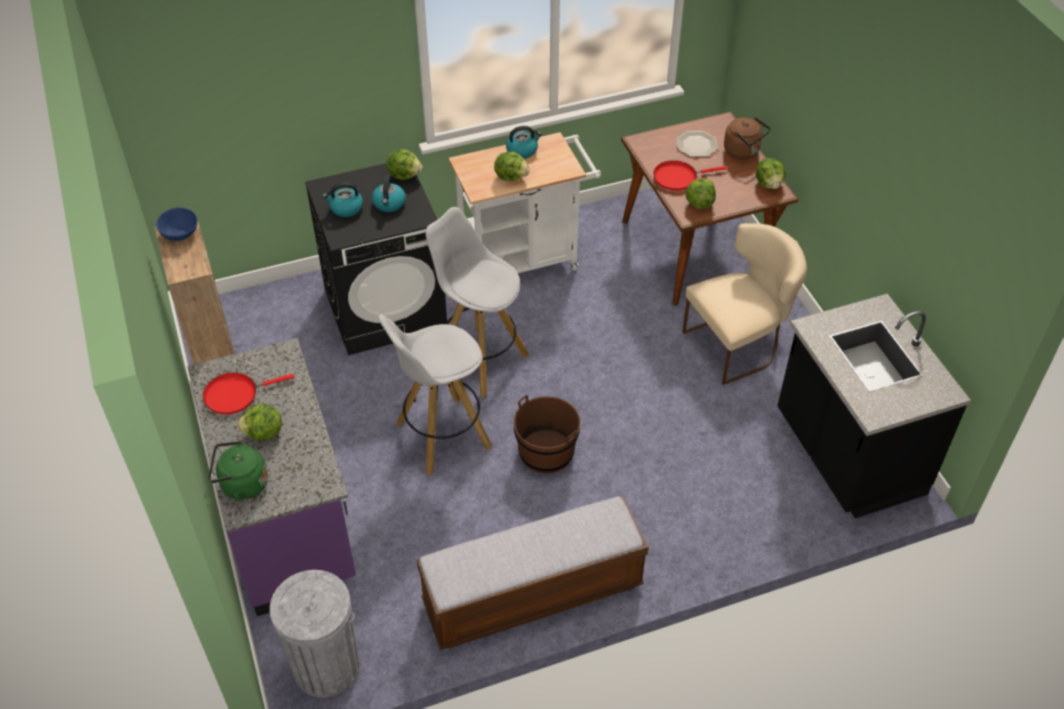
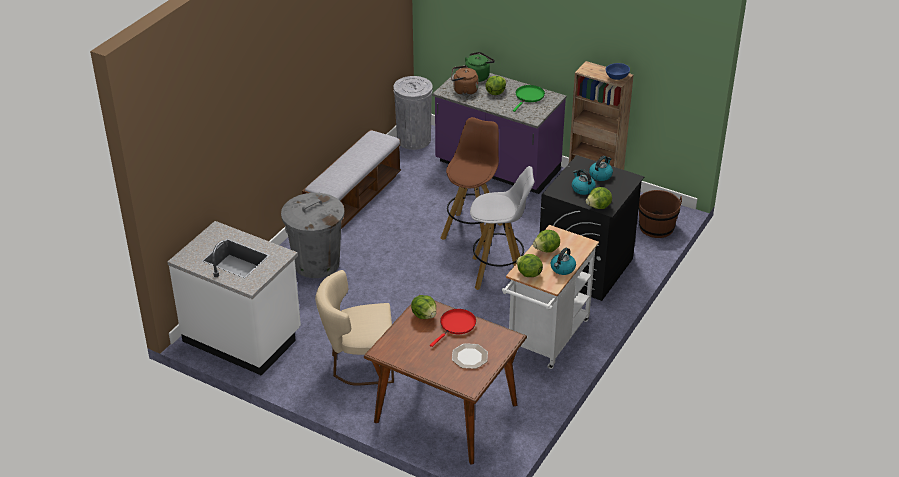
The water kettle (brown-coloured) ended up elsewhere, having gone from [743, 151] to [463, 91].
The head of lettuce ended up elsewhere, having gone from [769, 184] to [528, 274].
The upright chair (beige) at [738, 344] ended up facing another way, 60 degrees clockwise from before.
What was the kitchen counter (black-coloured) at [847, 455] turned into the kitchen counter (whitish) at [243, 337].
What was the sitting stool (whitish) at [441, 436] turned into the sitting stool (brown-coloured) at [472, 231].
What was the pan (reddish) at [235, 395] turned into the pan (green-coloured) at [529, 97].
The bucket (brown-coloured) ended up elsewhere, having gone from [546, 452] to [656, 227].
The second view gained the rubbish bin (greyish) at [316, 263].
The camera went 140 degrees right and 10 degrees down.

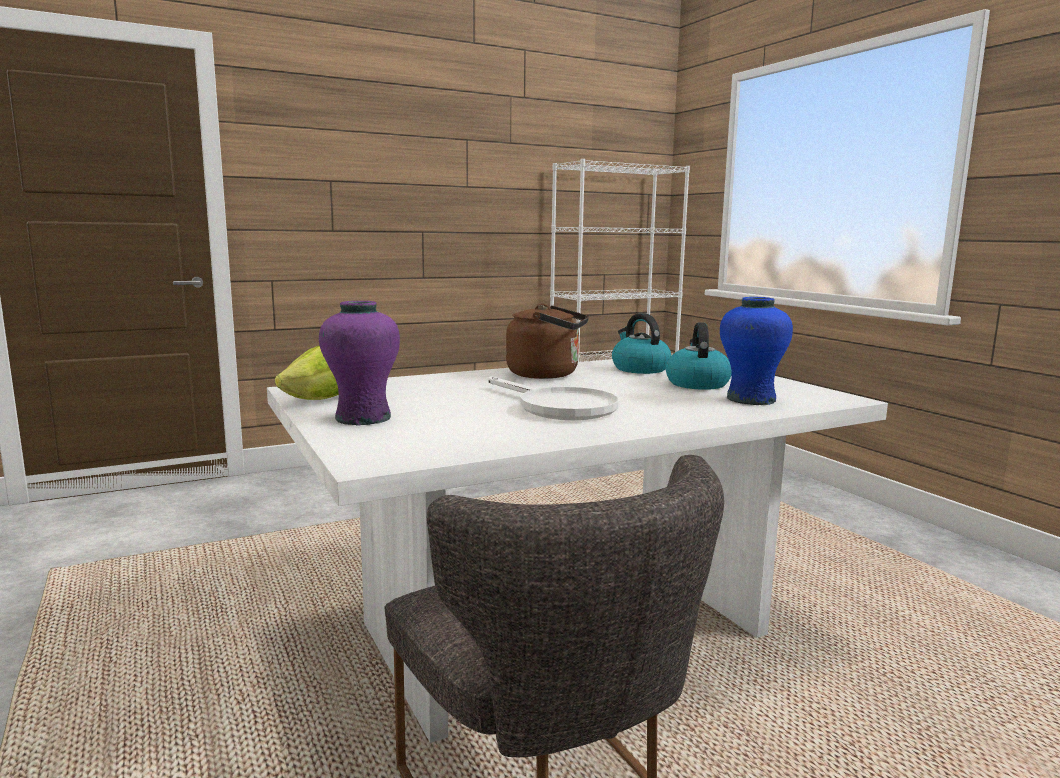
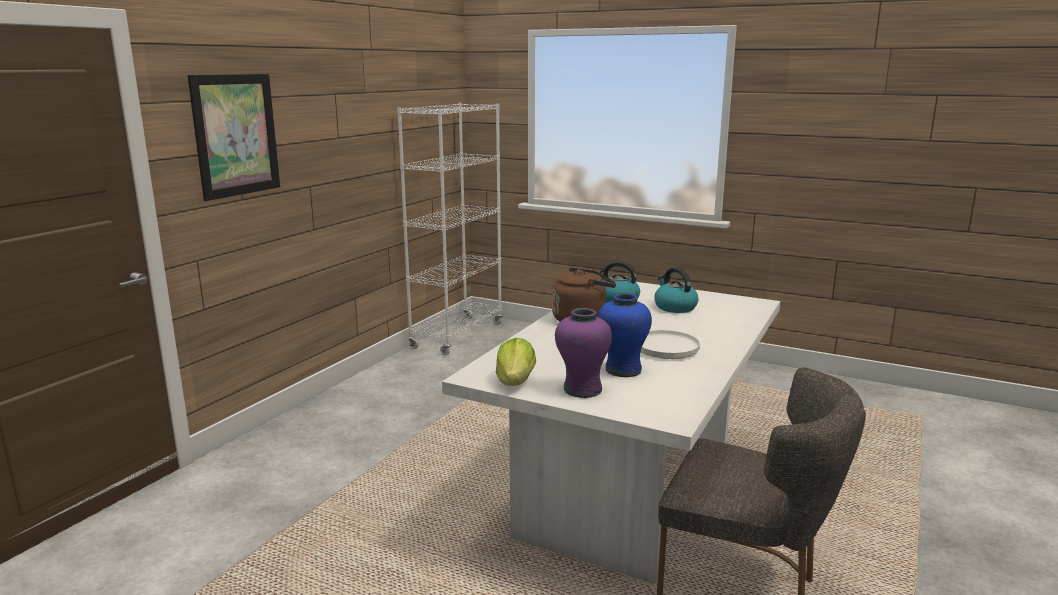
The decorative vase (bluish) ended up elsewhere, having gone from [750, 399] to [623, 370].
The second view gained the wall art at [236, 135].
The camera went 35 degrees left and 5 degrees up.

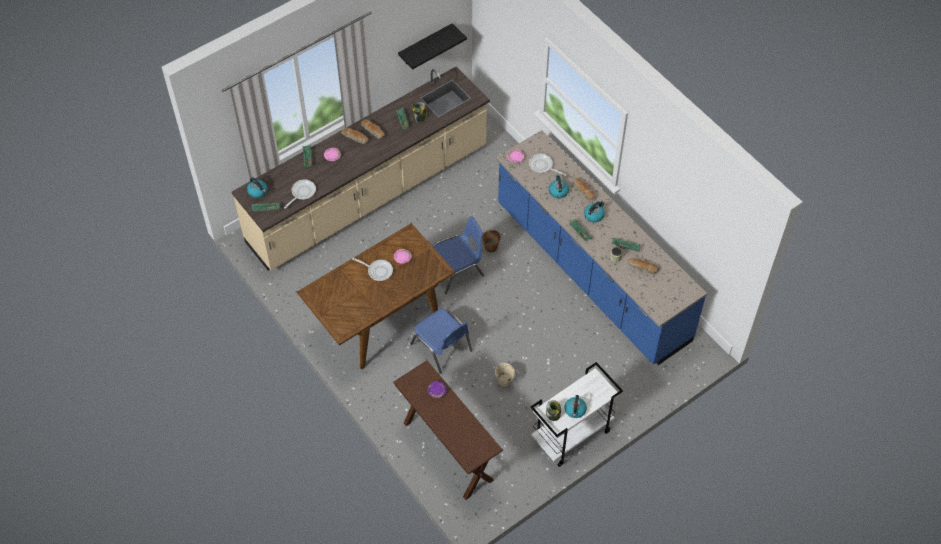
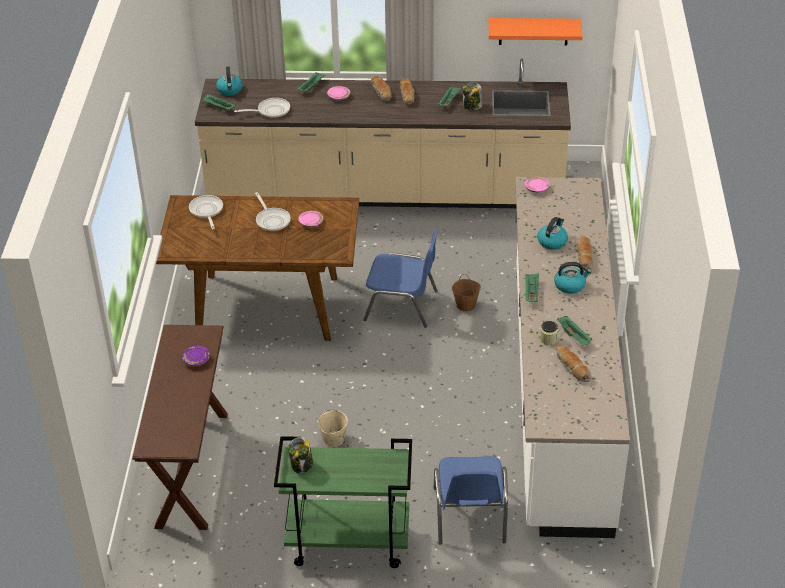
What was the bracket shelf (black-coloured) at [425, 45] turned into the bracket shelf (orange-coloured) at [533, 31].
What was the kitchen counter (bluish) at [591, 273] turned into the kitchen counter (whitish) at [558, 393].
The pan ended up elsewhere, having gone from [542, 166] to [206, 211].
The upright chair (bluish) ended up elsewhere, having gone from [442, 348] to [470, 516].
What was the trolley (whitish) at [571, 436] turned into the trolley (green-coloured) at [347, 543].
The second view lost the water kettle at [575, 410].
The camera went 40 degrees right and 15 degrees down.

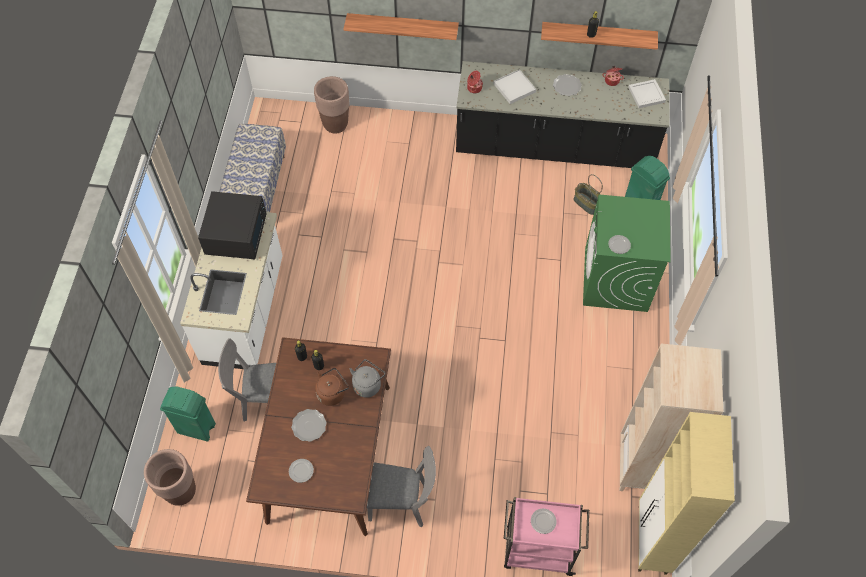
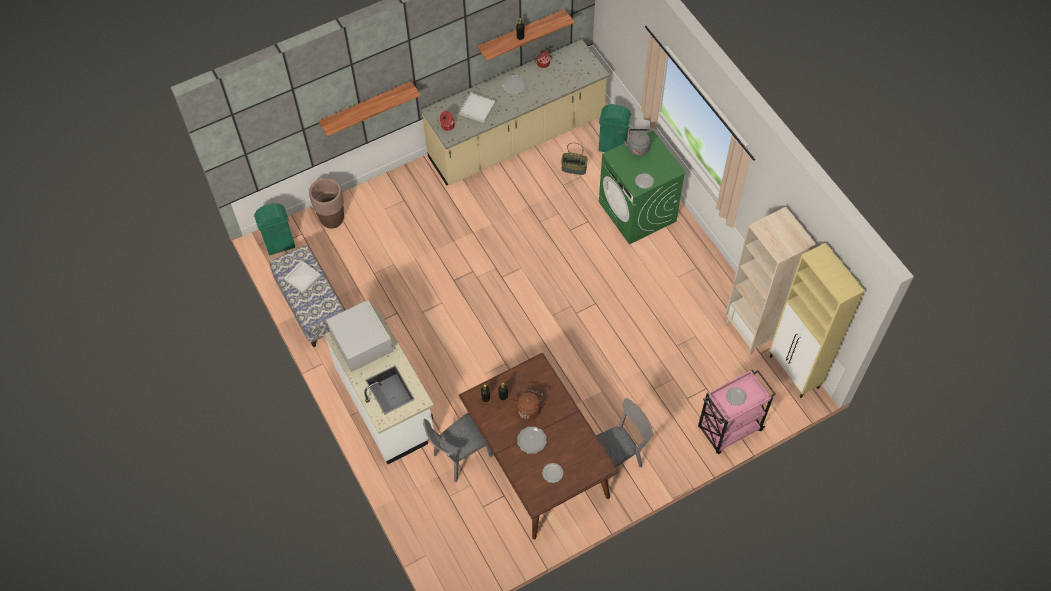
What was the kitchen counter (black-coloured) at [554, 147] turned into the kitchen counter (beige) at [517, 139].
The tray (whitish) ended up elsewhere, having gone from [647, 95] to [303, 277].
What was the microwave oven (black-coloured) at [236, 234] turned into the microwave oven (whitish) at [361, 342].
The water kettle (greyish) ended up elsewhere, having gone from [368, 384] to [638, 148].
The rubbish bin (green-coloured) ended up elsewhere, having gone from [197, 428] to [280, 245].
The second view lost the plant pot (brown-coloured) at [181, 491].
The camera went 35 degrees left and 0 degrees up.

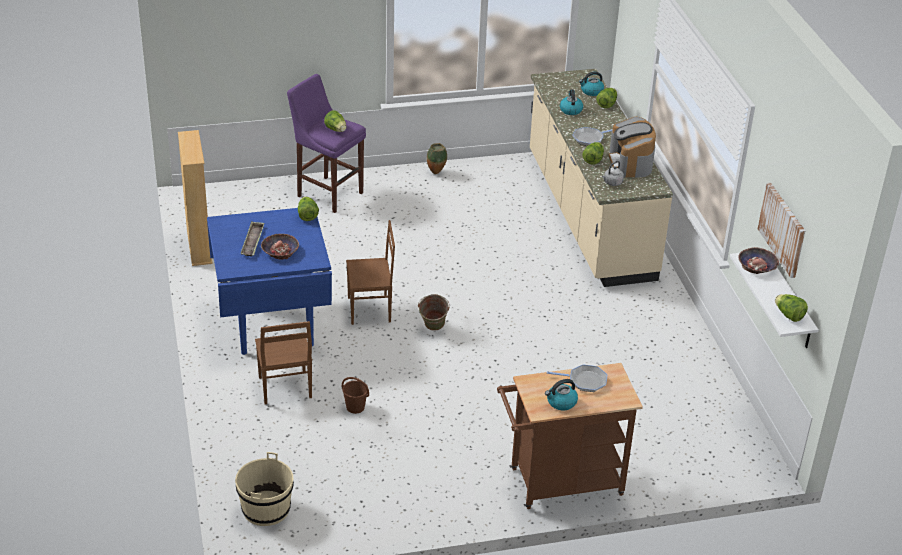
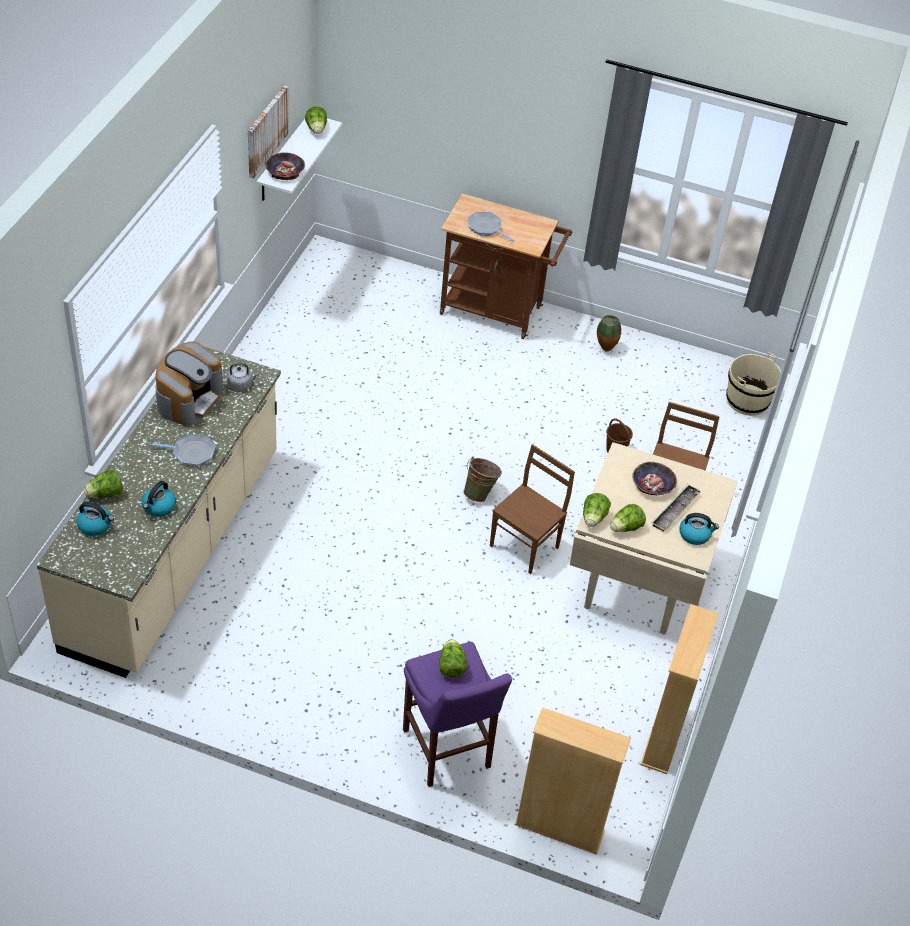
The head of lettuce ended up elsewhere, having gone from [593, 160] to [626, 528].
The decorative vase ended up elsewhere, having gone from [436, 173] to [605, 348].
What was the kitchen table (bluish) at [271, 322] turned into the kitchen table (beige) at [639, 582].
The upright chair (brown-coloured) at [370, 310] ended up facing another way, 105 degrees clockwise from before.
The water kettle ended up elsewhere, having gone from [561, 402] to [695, 535].
The second view gained the bookcase (beige) at [559, 828].
The camera went 150 degrees left and 10 degrees up.

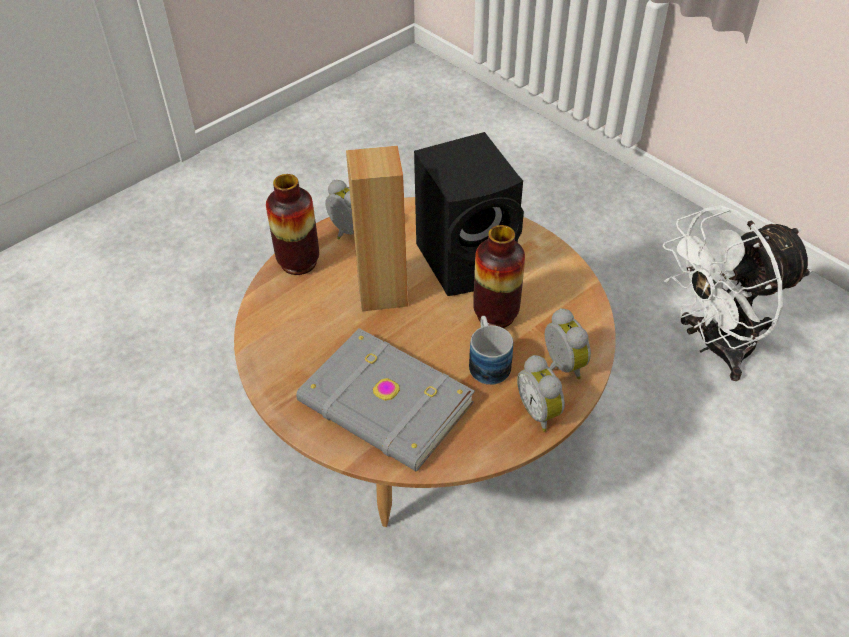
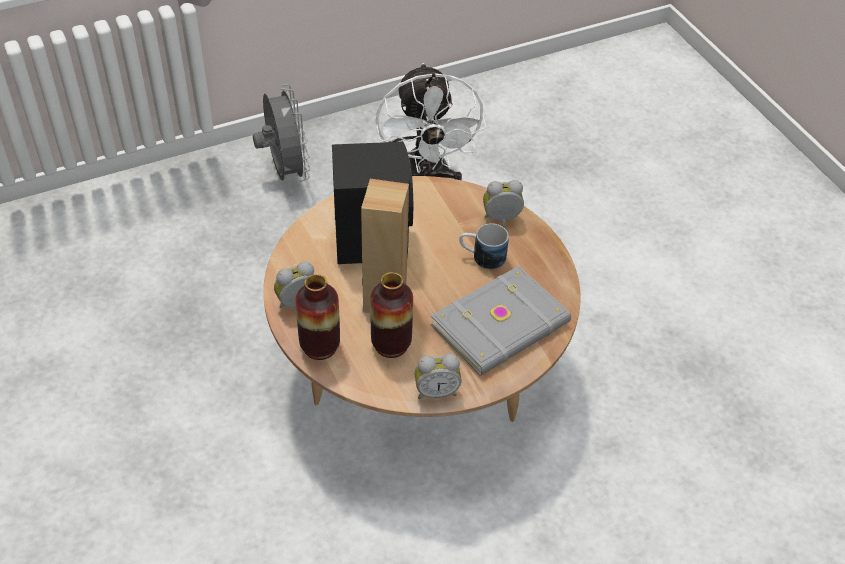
The decorative vase ended up elsewhere, having gone from [495, 314] to [391, 344].
The alarm clock ended up elsewhere, having gone from [540, 411] to [436, 391].
The second view gained the fan (greyish) at [285, 172].
The camera went 75 degrees left and 0 degrees up.

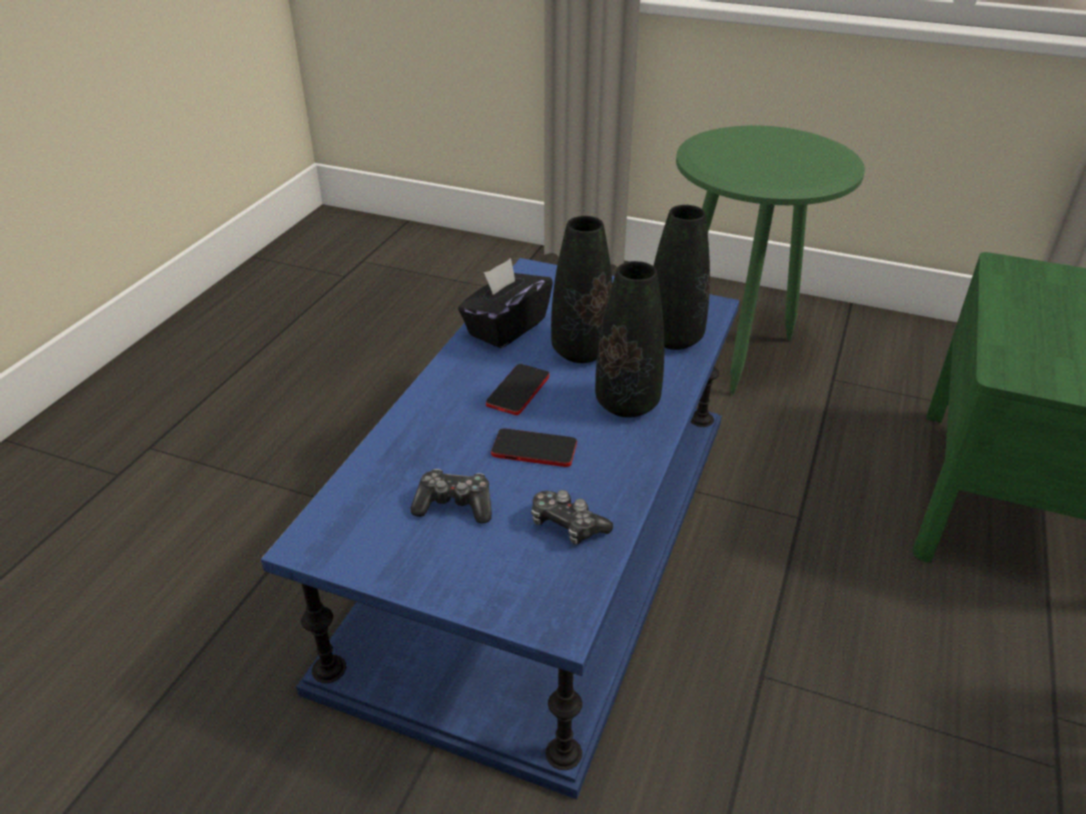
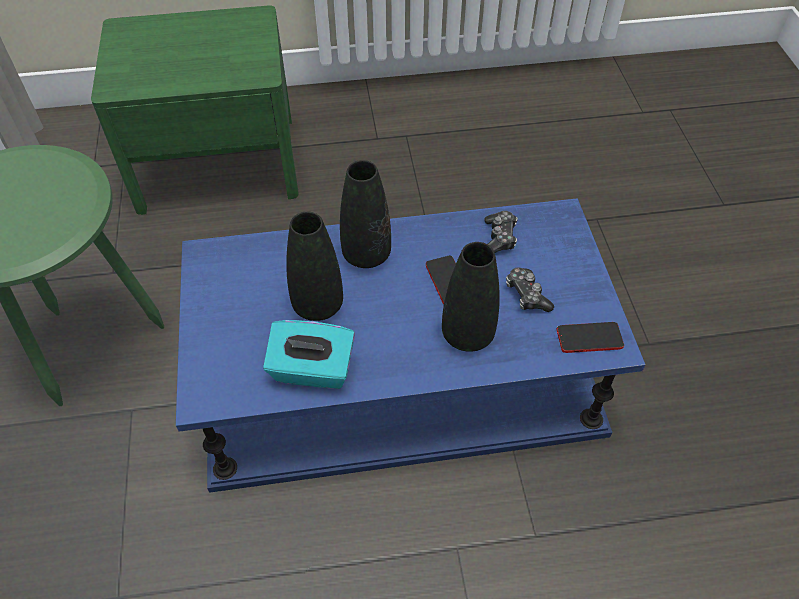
The decorative vase (black-coloured) ended up elsewhere, having gone from [674, 339] to [467, 335].
What was the box of tissues (black-coloured) at [506, 327] turned into the box of tissues (blue-green) at [312, 370].
The phone ended up elsewhere, having gone from [518, 390] to [589, 338].
The camera went 120 degrees left and 15 degrees up.

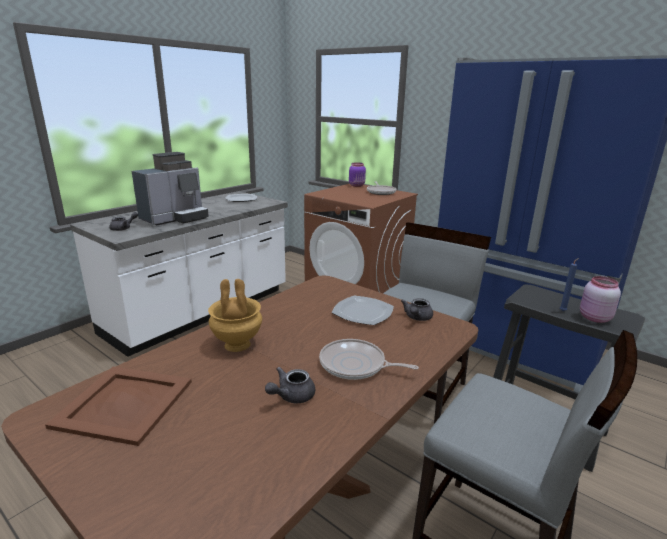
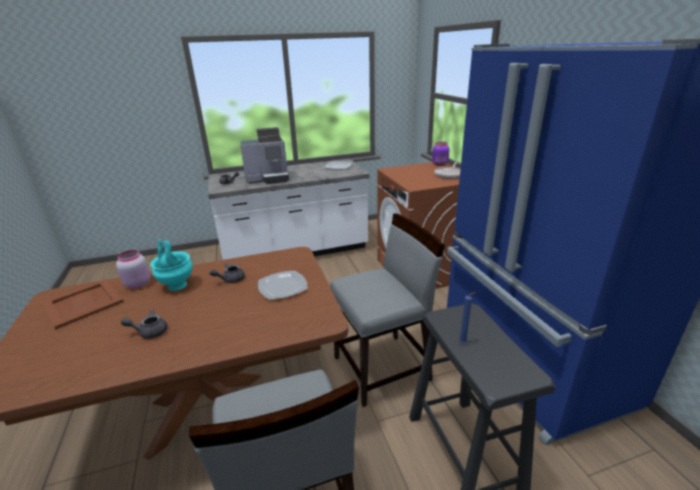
The preserve jar (pink) ended up elsewhere, having gone from [594, 318] to [137, 284].
What was the decorative vase (brown-coloured) at [236, 345] turned into the decorative vase (blue-green) at [176, 285].
The pot for tea (greyish) ended up elsewhere, having gone from [417, 318] to [230, 279].
The second view lost the pan at [355, 365].
The camera went 35 degrees right and 5 degrees up.

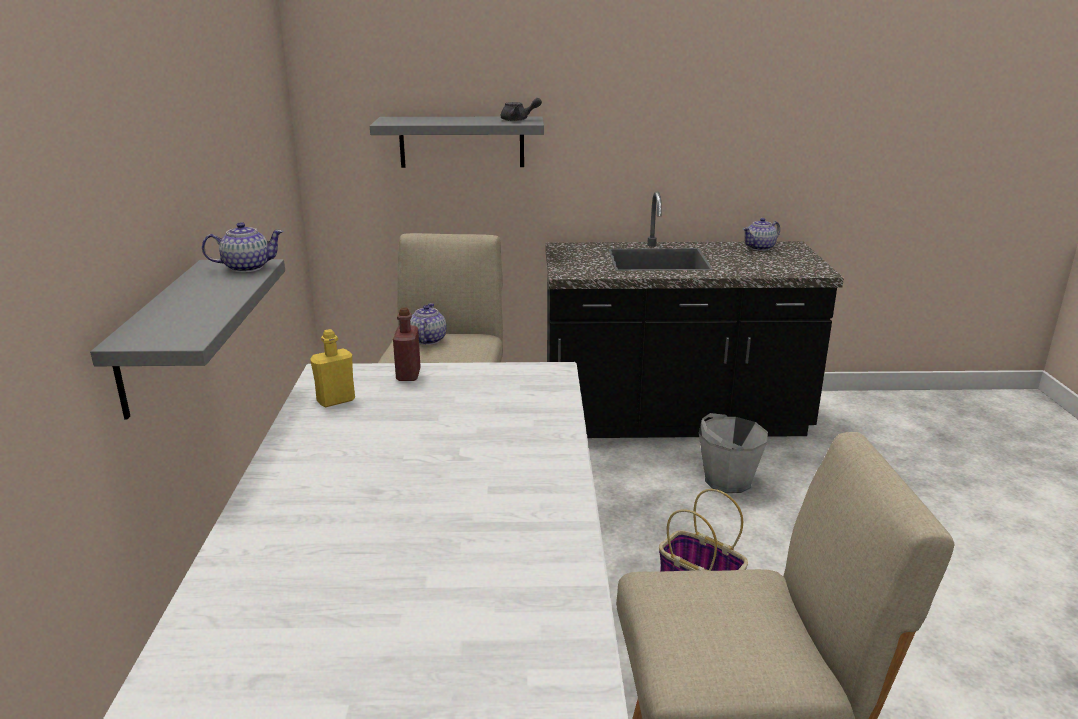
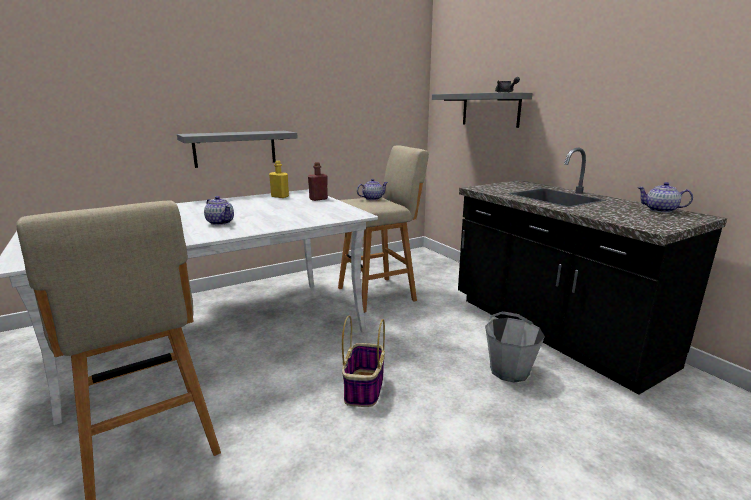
The pot for tea ended up elsewhere, having gone from [246, 267] to [220, 222].
The camera went 60 degrees right and 5 degrees down.

